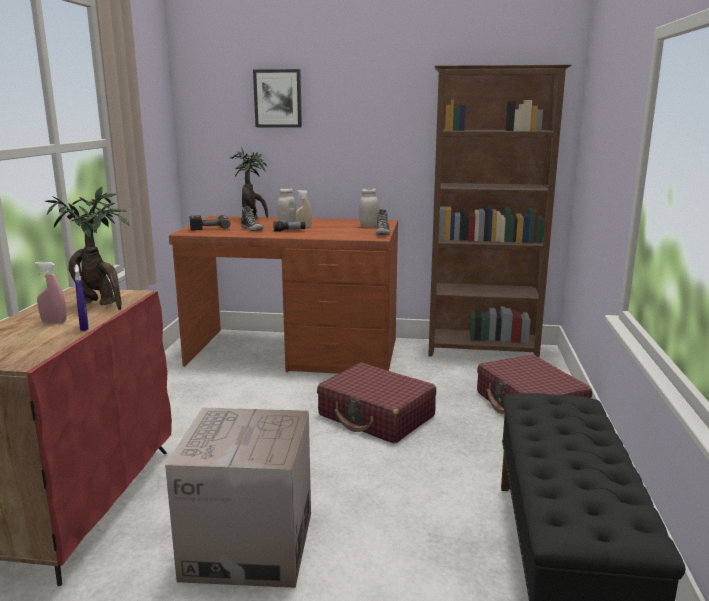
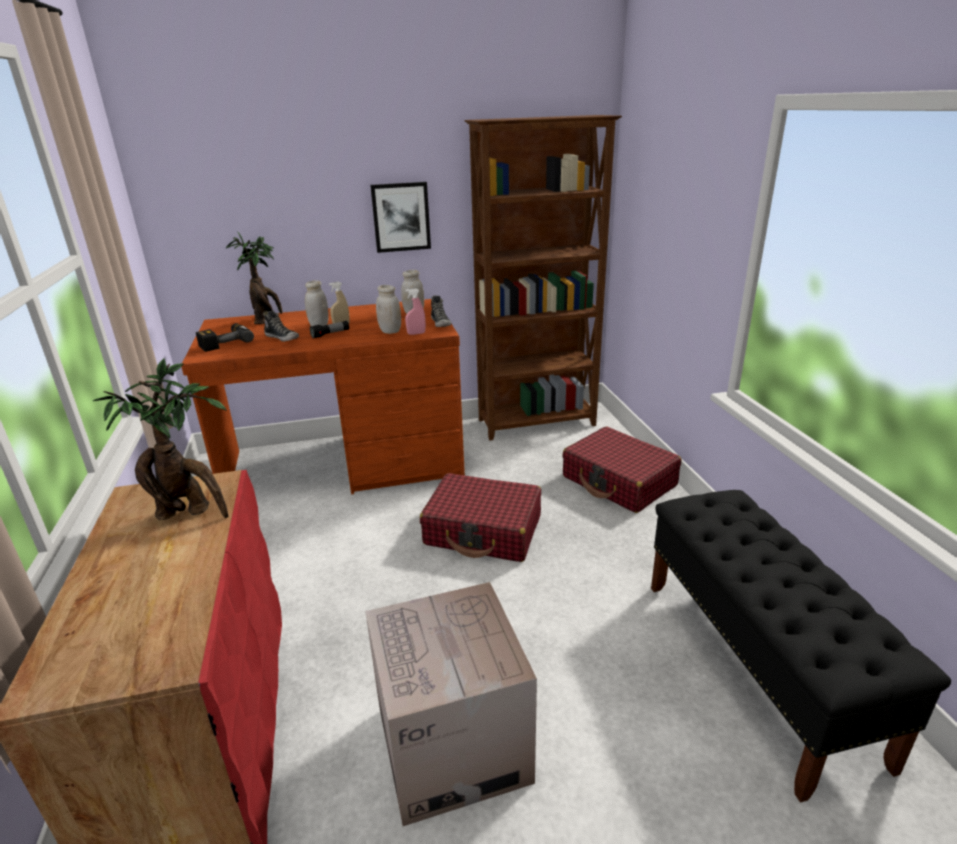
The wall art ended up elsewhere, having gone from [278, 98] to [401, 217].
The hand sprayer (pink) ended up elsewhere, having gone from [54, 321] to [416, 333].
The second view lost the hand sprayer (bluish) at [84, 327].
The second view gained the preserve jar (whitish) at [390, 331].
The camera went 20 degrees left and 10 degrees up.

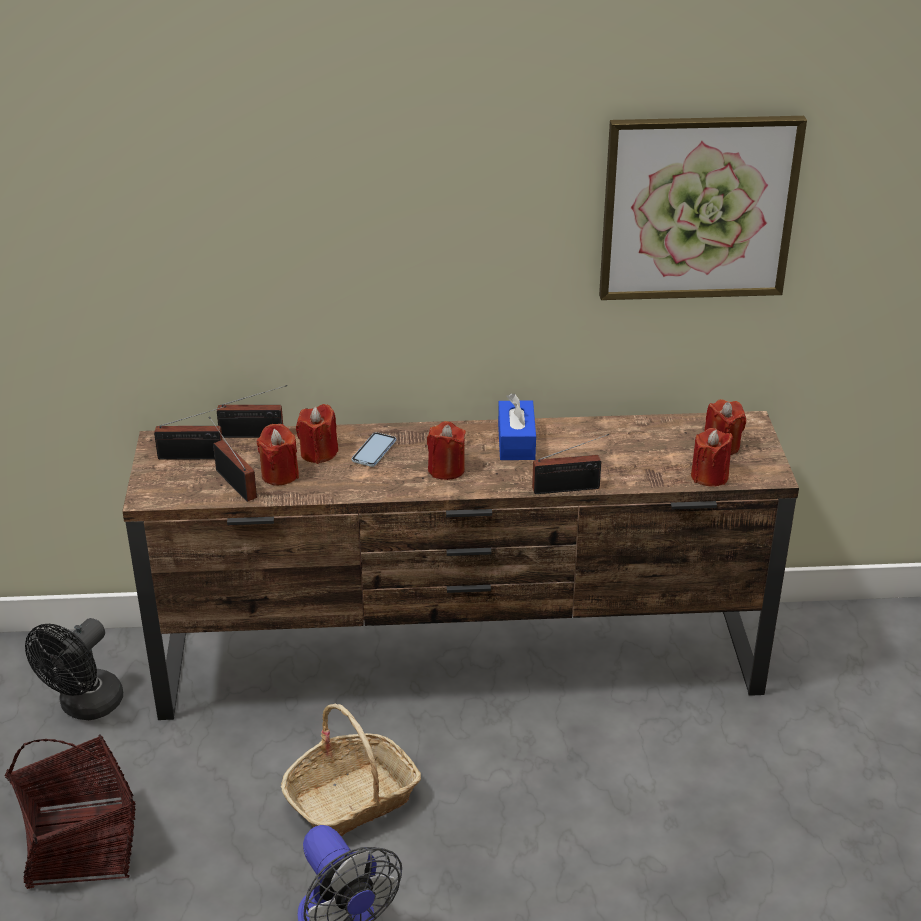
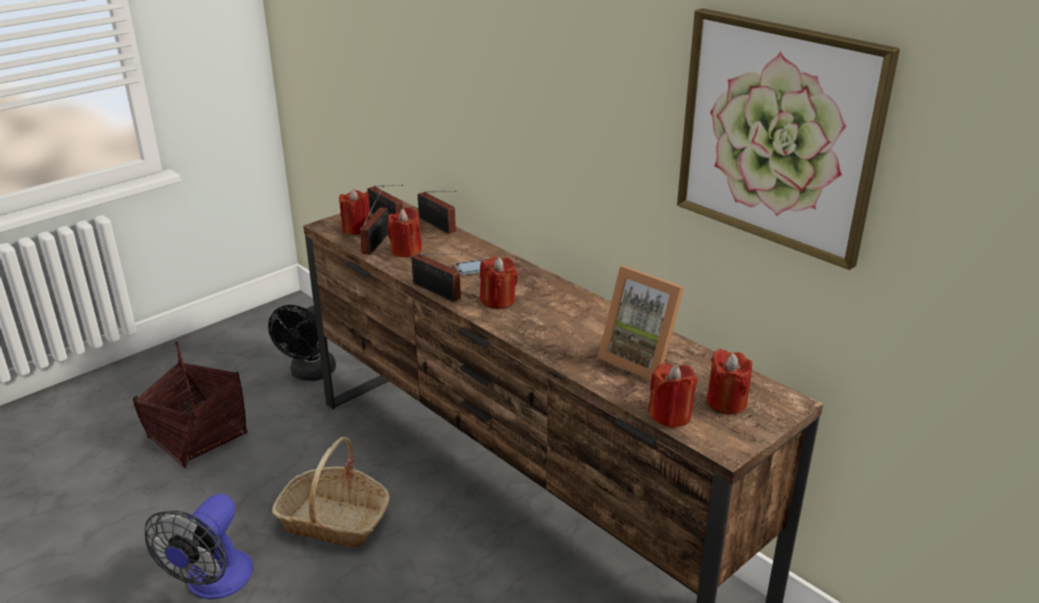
The second view lost the box of tissues (bluish) at [516, 441].
The candle (reddish) ended up elsewhere, having gone from [318, 453] to [357, 229].
The radio set ended up elsewhere, having gone from [570, 488] to [438, 292].
The fan (black-coloured) at [85, 707] ended up facing another way, 60 degrees counterclockwise from before.
The second view gained the standing frame at [641, 359].
The camera went 50 degrees right and 5 degrees down.

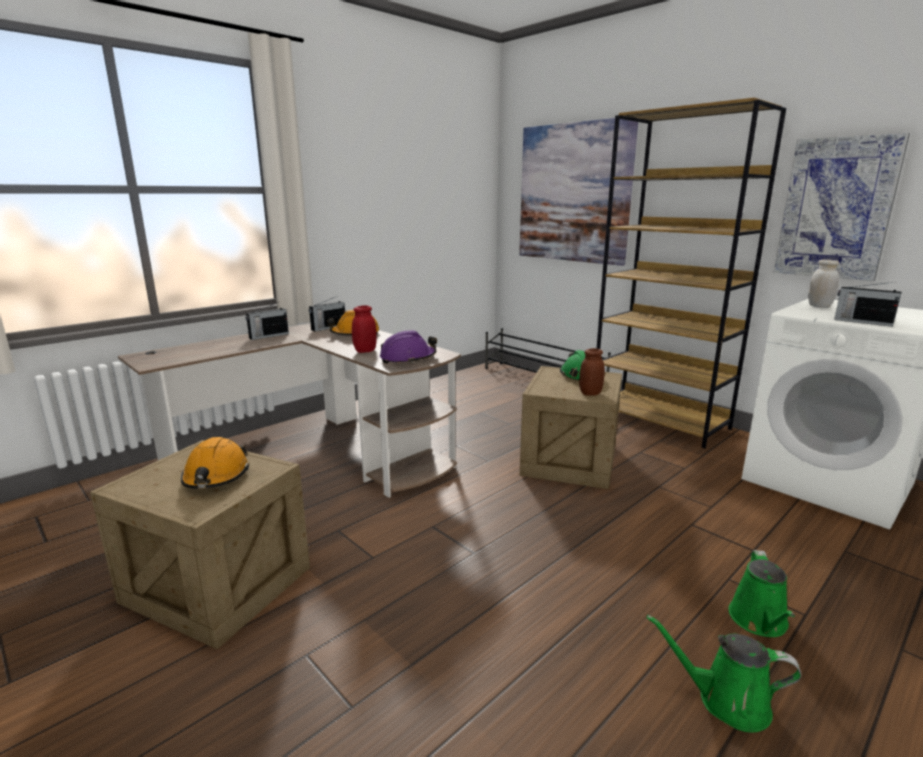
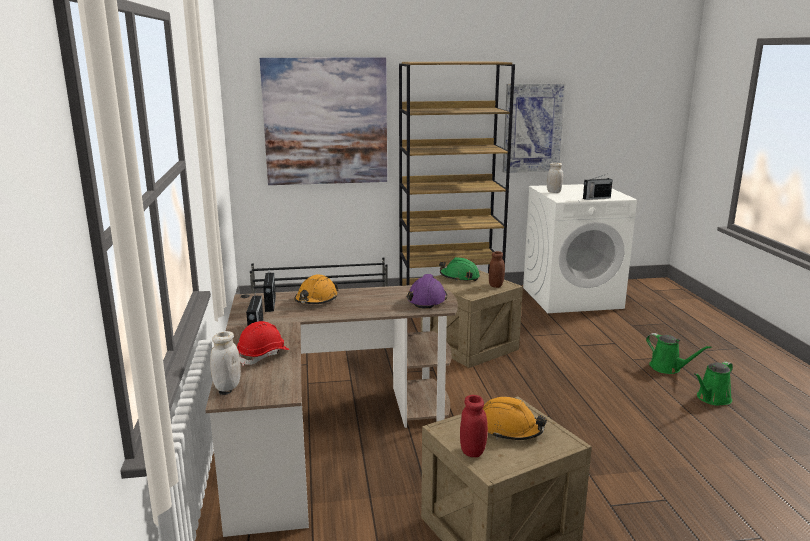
The preserve jar (reddish) ended up elsewhere, having gone from [365, 351] to [472, 451].
The second view gained the work helmet (reddish) at [263, 355].
The second view gained the preserve jar (whitish) at [227, 386].
The camera went 55 degrees left and 0 degrees up.

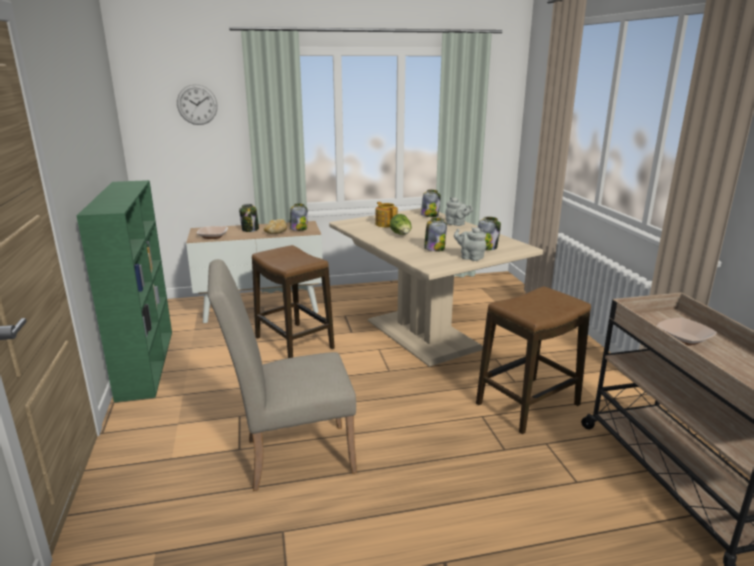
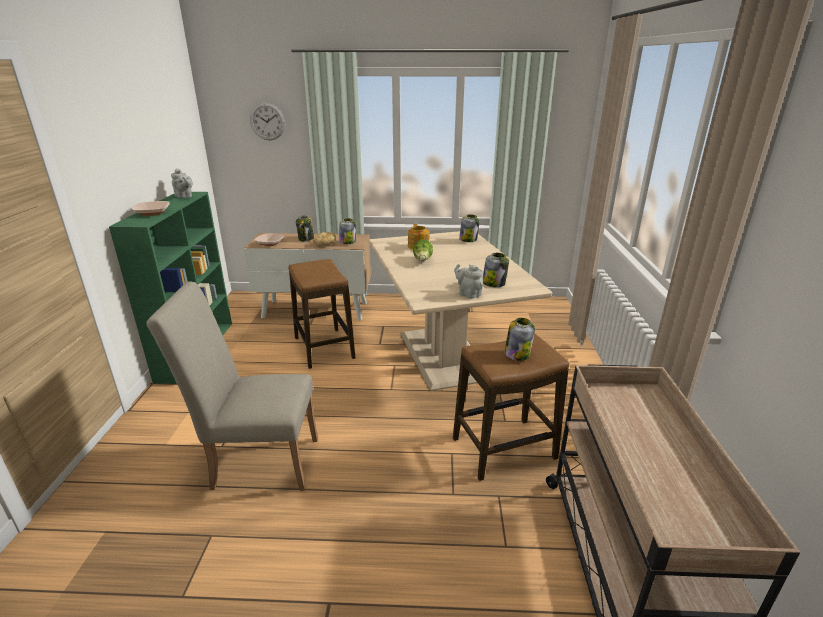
The pot for tea (greyish) ended up elsewhere, having gone from [456, 224] to [184, 196].
The preserve jar ended up elsewhere, having gone from [434, 249] to [517, 354].
The bowl ended up elsewhere, having gone from [684, 338] to [153, 213].
The camera went 15 degrees right and 5 degrees up.

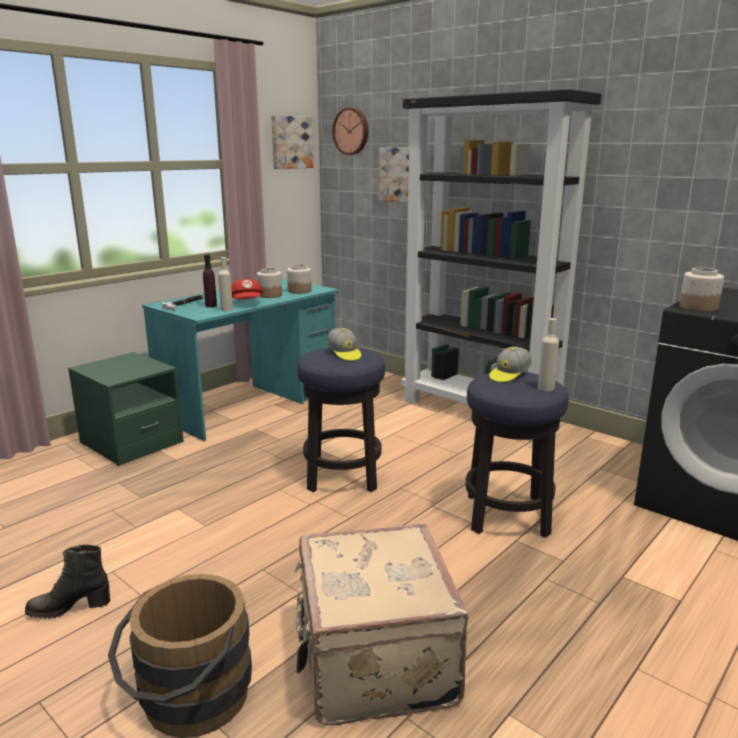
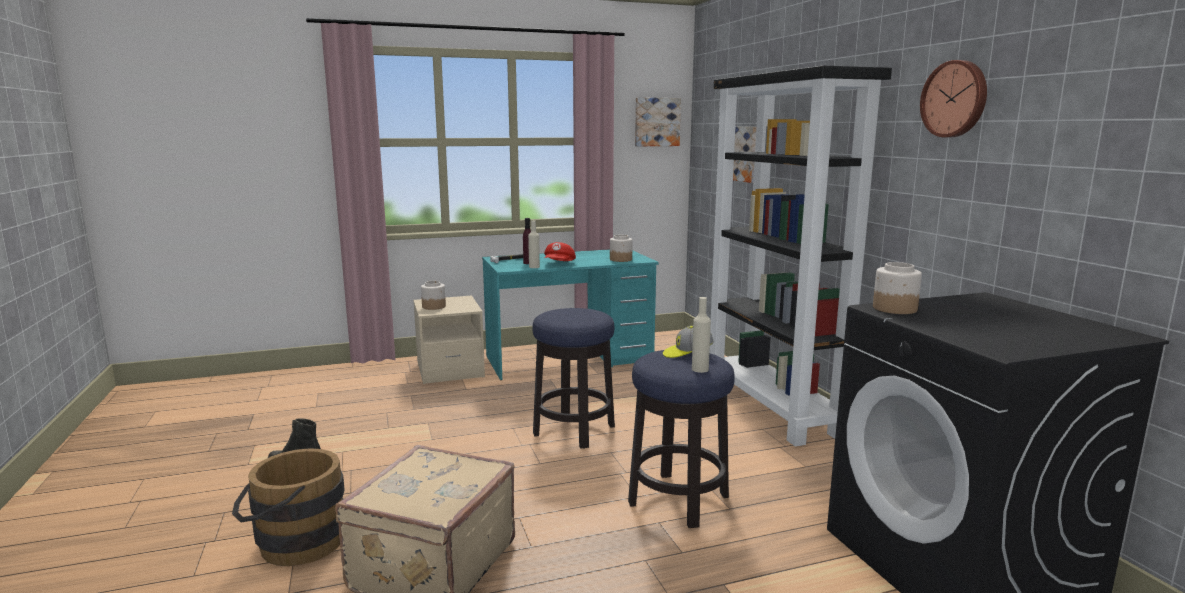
The wall clock ended up elsewhere, having gone from [351, 131] to [955, 99].
The preserve jar ended up elsewhere, having gone from [270, 295] to [434, 306].
The second view lost the peaked cap at [344, 354].
What was the nightstand (green-coloured) at [131, 443] turned into the nightstand (beige) at [450, 370].
The camera went 30 degrees right and 5 degrees down.

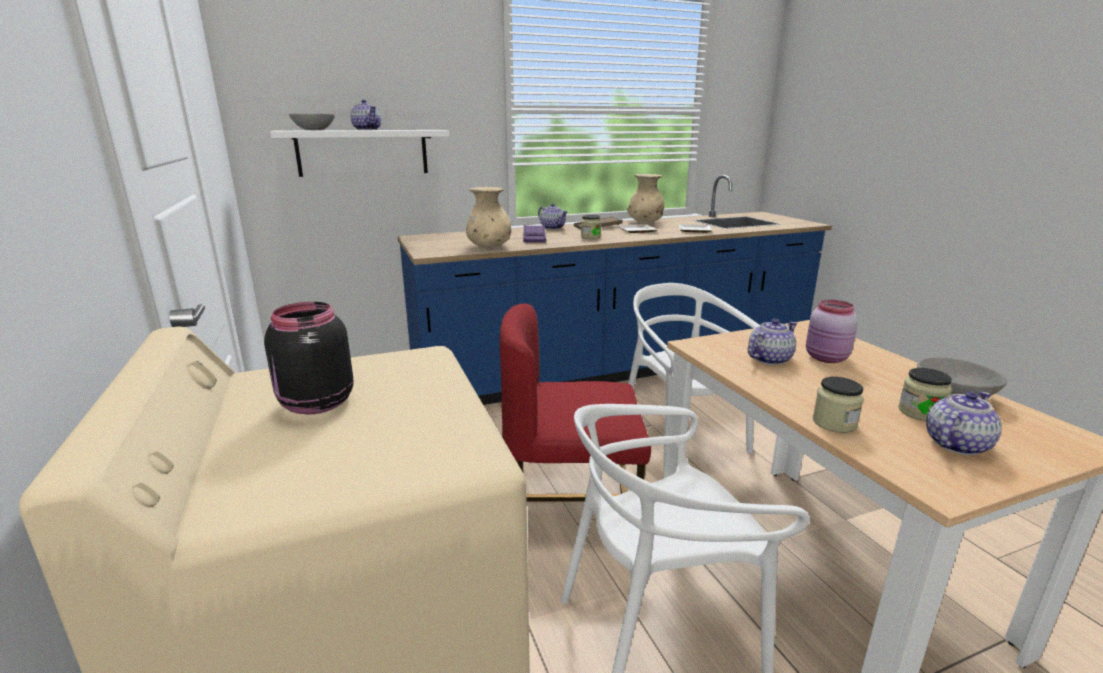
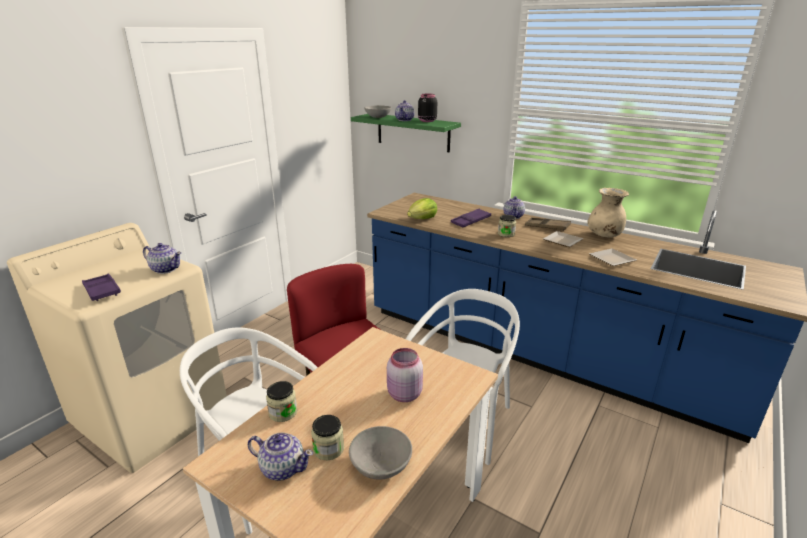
What was the bracket shelf (whitish) at [363, 152] turned into the bracket shelf (green-coloured) at [413, 132].
Where the decorative vase (beige) stood at [489, 247], the head of lettuce came to stand at [422, 219].
The preserve jar (black-coloured) ended up elsewhere, having gone from [315, 404] to [426, 121].
The pot for tea ended up elsewhere, having gone from [768, 359] to [165, 269].
The second view gained the tray (purplish) at [102, 291].
The camera went 55 degrees right and 5 degrees up.

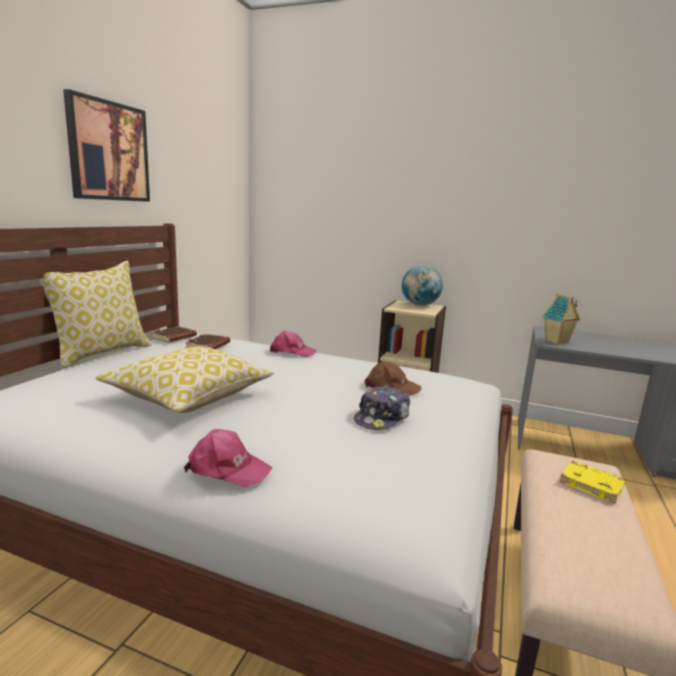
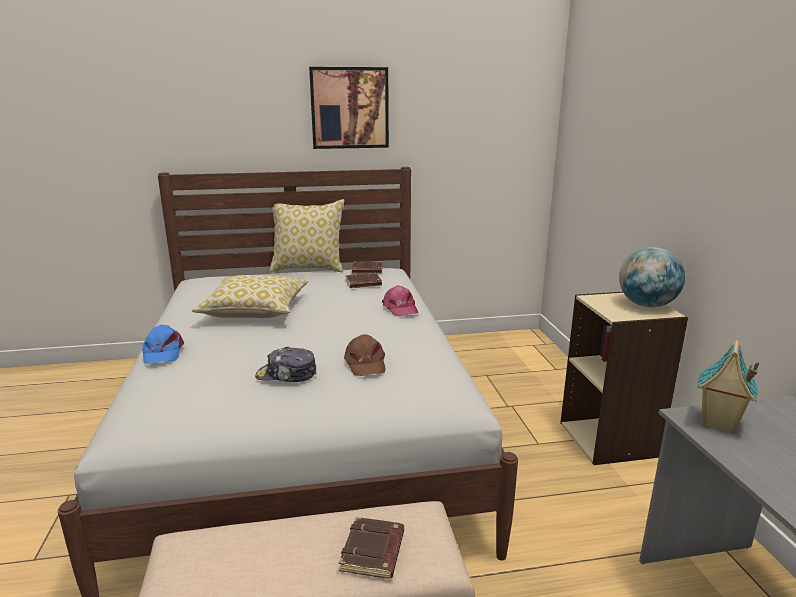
What was the peaked cap (pink) at [227, 469] turned into the peaked cap (bluish) at [162, 352].
What was the bound book (yellowish) at [592, 485] turned into the bound book (brown-coloured) at [373, 552].
The camera went 60 degrees right and 5 degrees up.

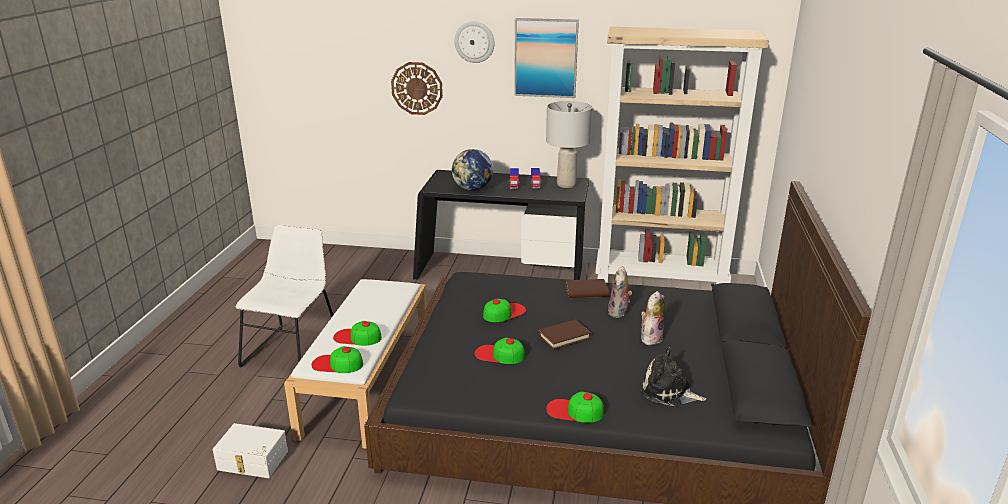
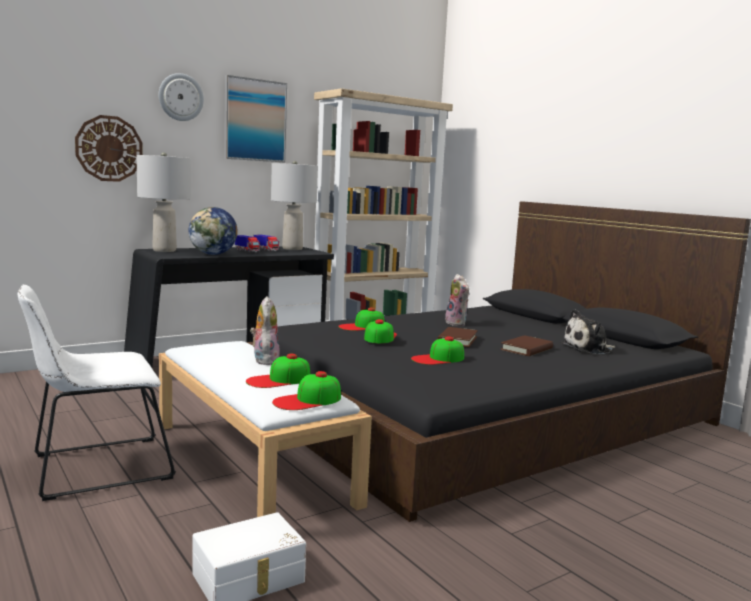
The upright chair (whitish) at [293, 349] ended up facing another way, 90 degrees counterclockwise from before.
The bound book (brown-coloured) ended up elsewhere, having gone from [586, 291] to [526, 349].
The cuddly toy ended up elsewhere, having gone from [650, 337] to [264, 360].
The peaked cap ended up elsewhere, having gone from [574, 411] to [362, 326].
The second view gained the lamp for a table (greyish) at [165, 250].
The camera went 45 degrees left and 15 degrees down.

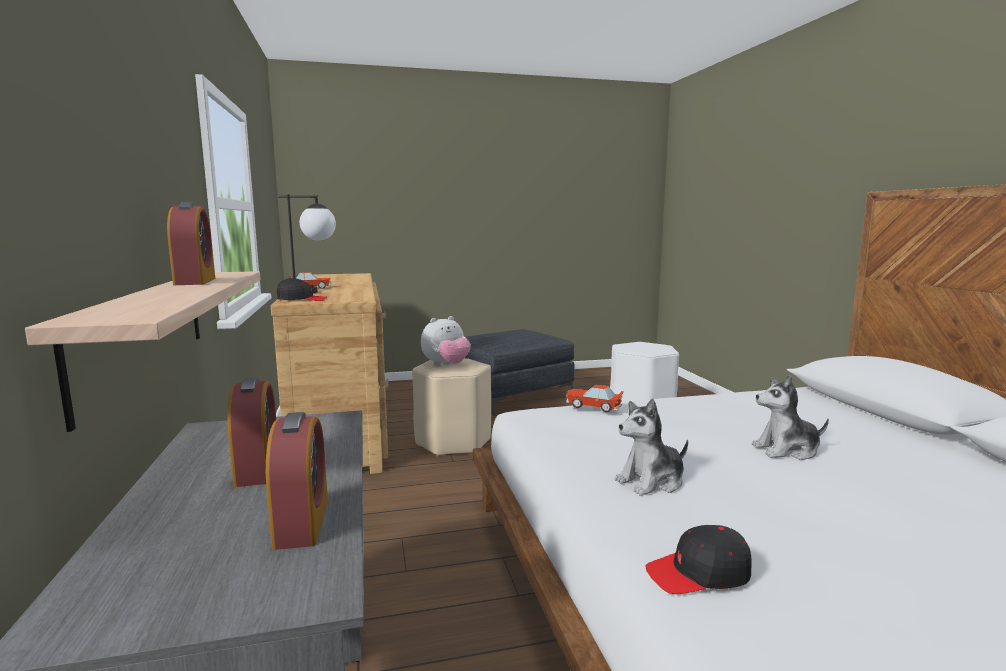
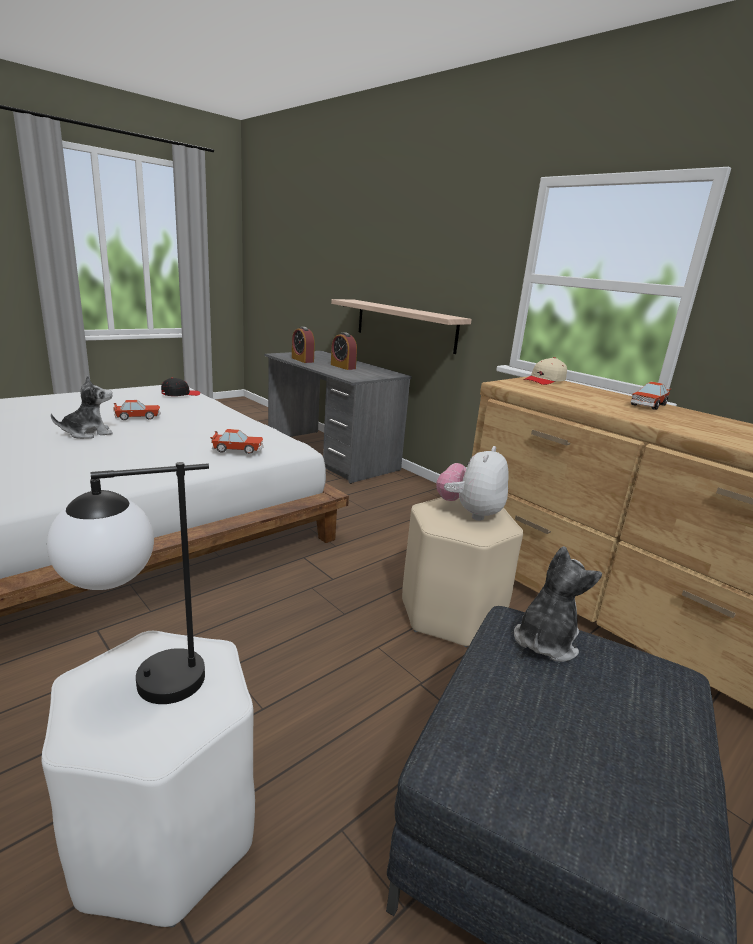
The lamp for a table ended up elsewhere, having gone from [314, 292] to [141, 687].
The second view lost the alarm clock at [195, 281].
What was the peaked cap (black-coloured) at [301, 299] turned into the peaked cap (beige) at [544, 380].
The cuddly toy ended up elsewhere, having gone from [651, 481] to [545, 640].
The second view gained the miniature car at [138, 417].
The camera went 150 degrees right and 10 degrees up.

